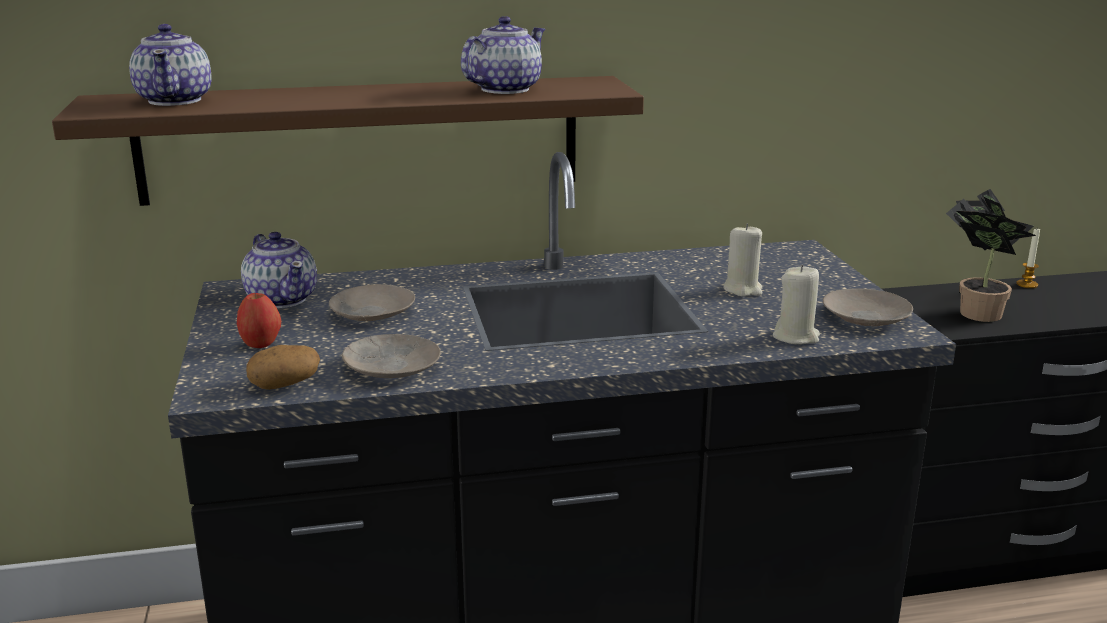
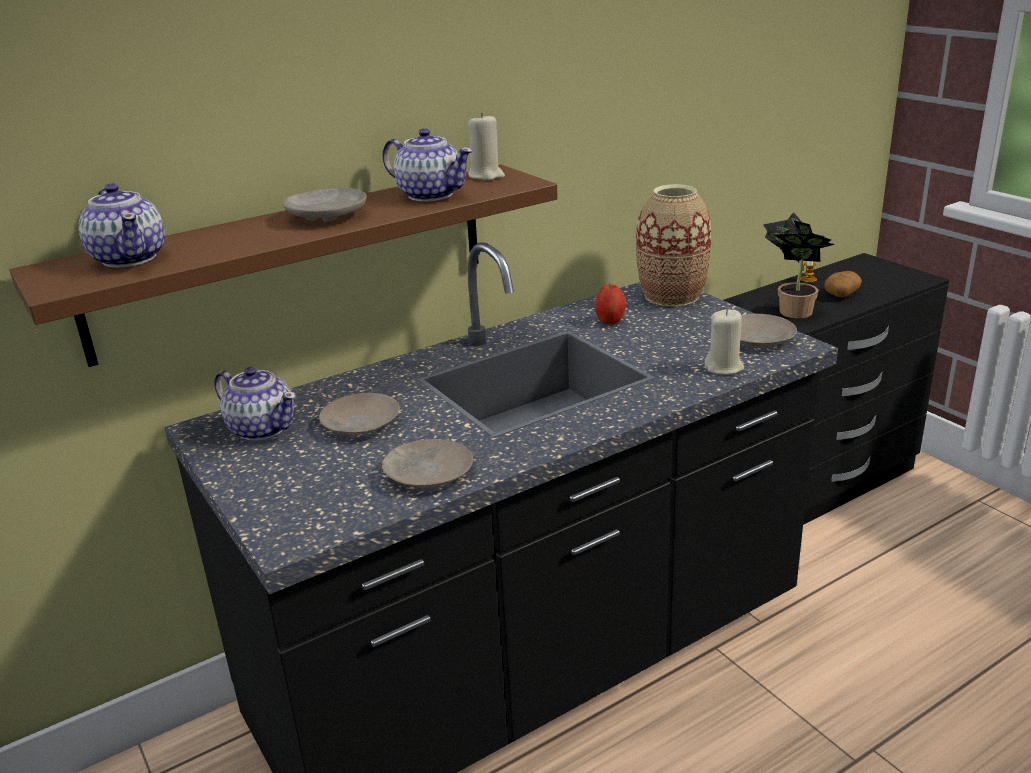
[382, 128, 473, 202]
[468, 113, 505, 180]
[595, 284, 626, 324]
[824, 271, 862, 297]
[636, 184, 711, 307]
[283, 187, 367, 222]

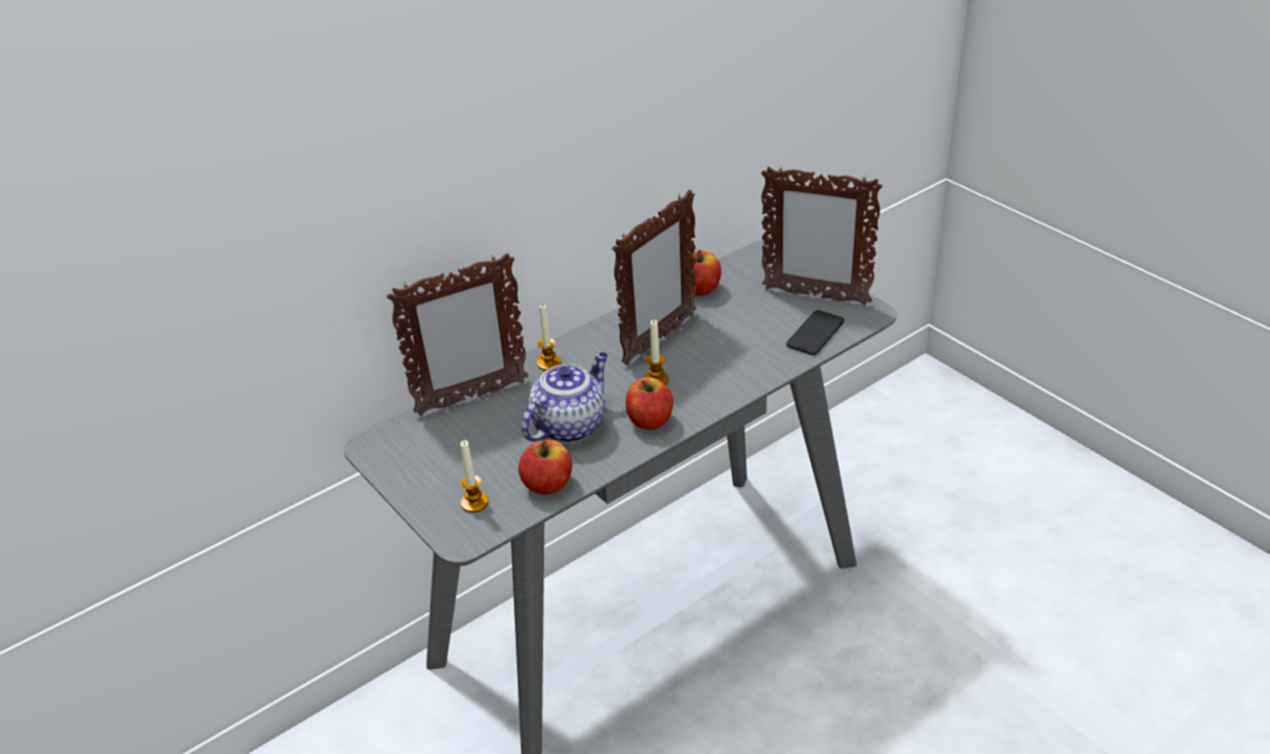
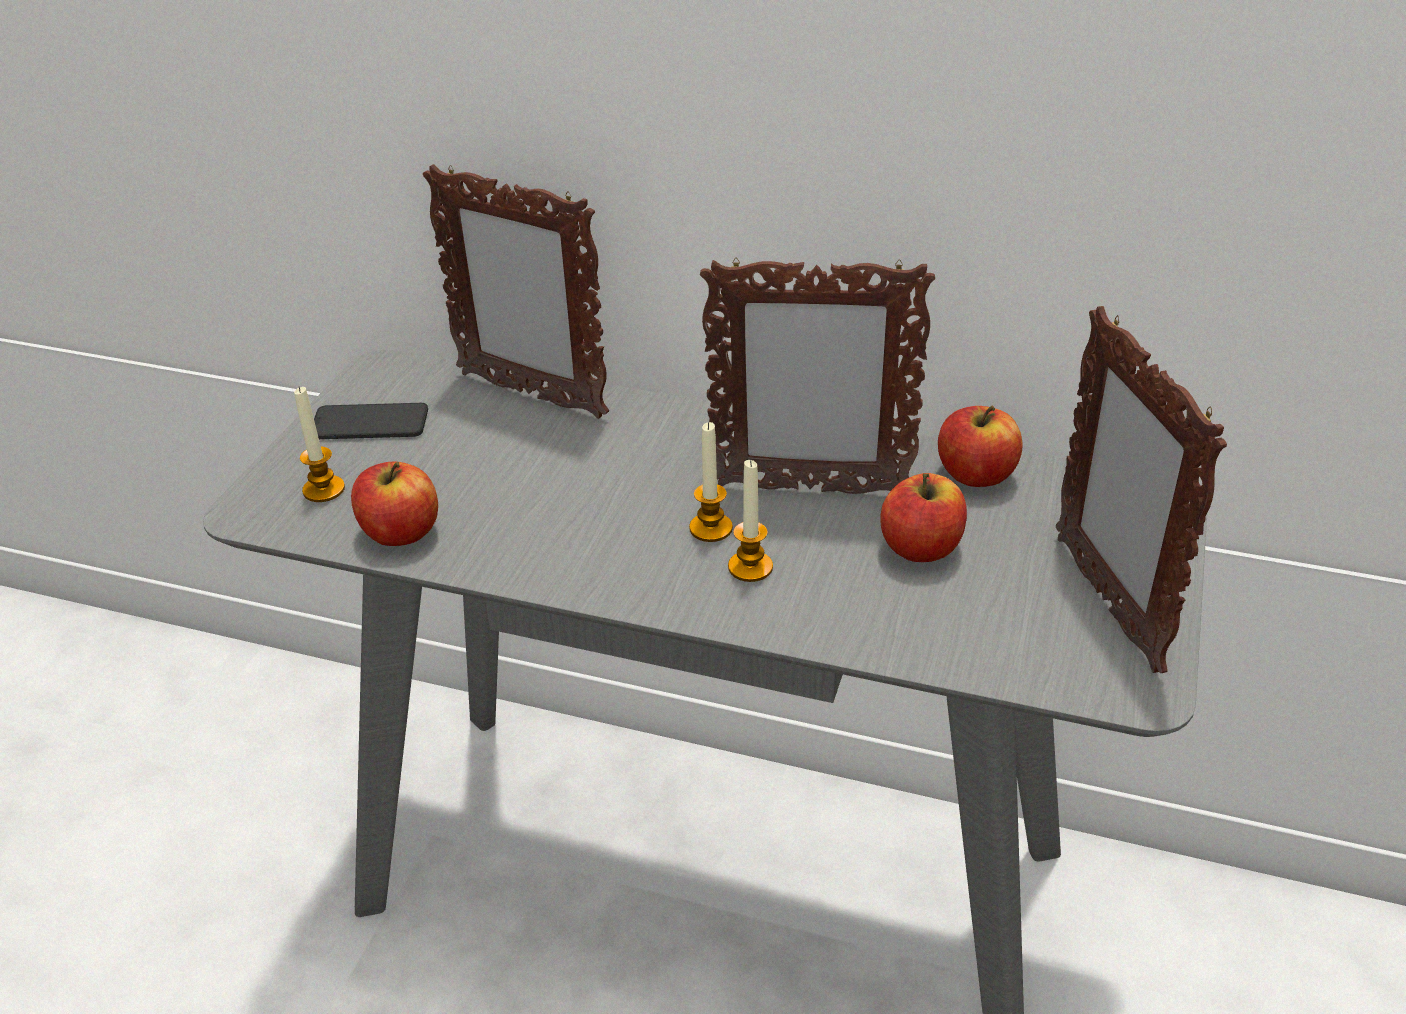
[728, 459, 773, 582]
[314, 403, 428, 439]
[521, 352, 608, 443] (first image)
[880, 473, 967, 562]

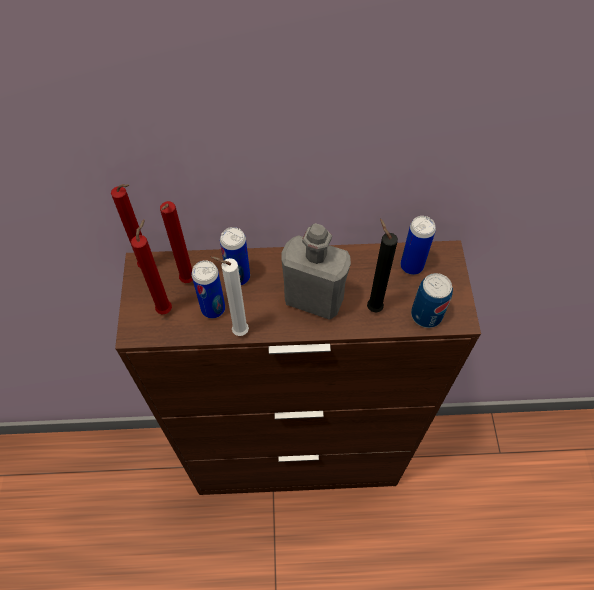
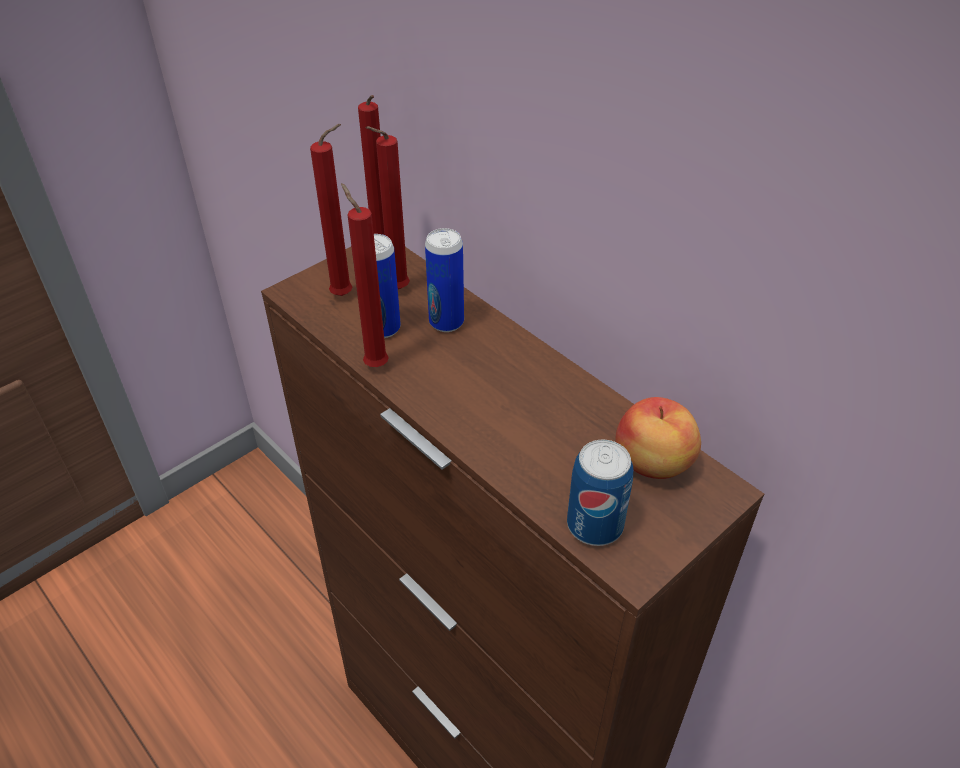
[616, 397, 701, 479]
[367, 219, 398, 313] (first image)
[282, 223, 351, 320] (first image)
[341, 183, 389, 367]

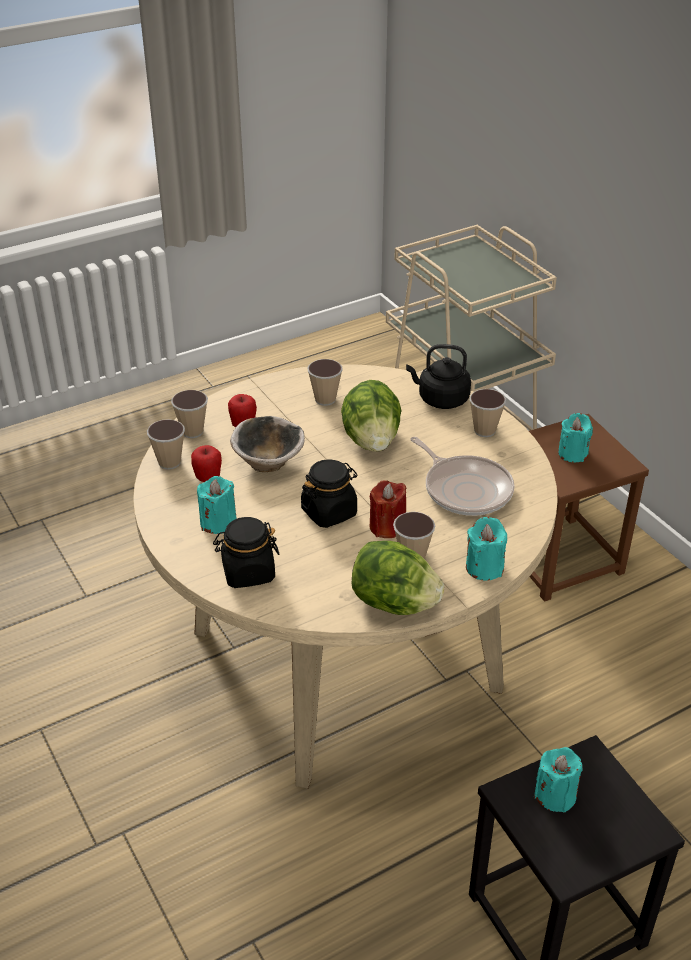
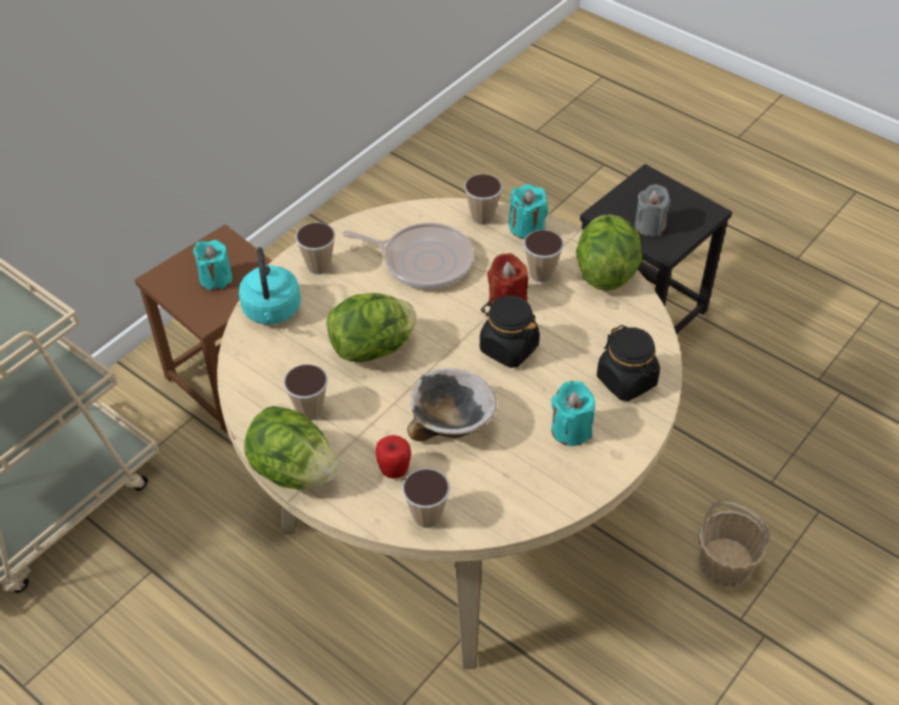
[239, 247, 301, 325]
[464, 174, 503, 225]
[343, 223, 474, 289]
[191, 445, 222, 482] (first image)
[634, 184, 671, 236]
[244, 406, 339, 489]
[698, 501, 770, 587]

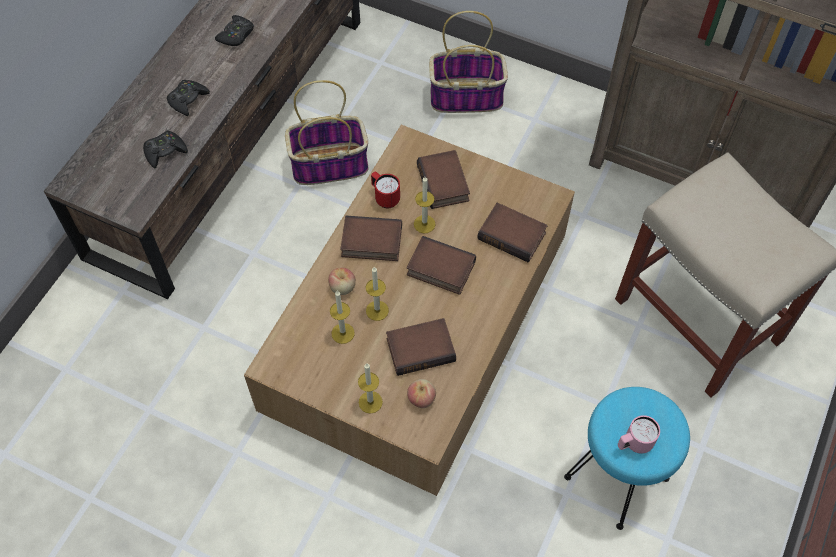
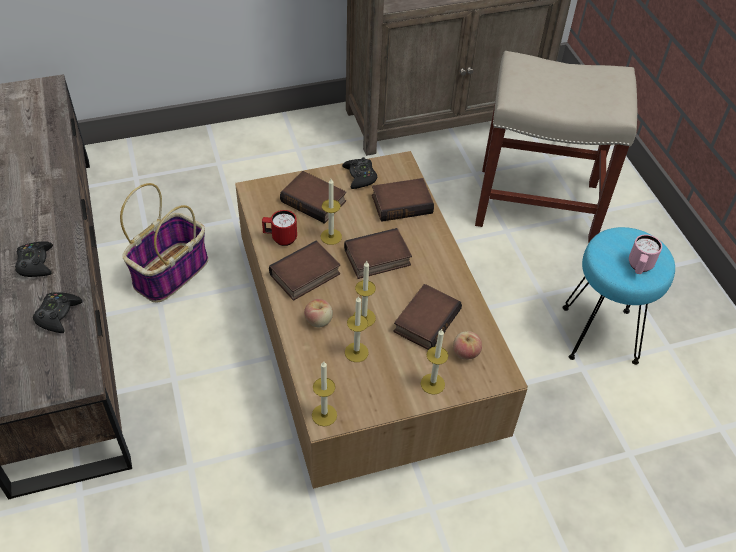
[429, 11, 508, 113] (first image)
[342, 157, 377, 189]
[312, 361, 337, 426]

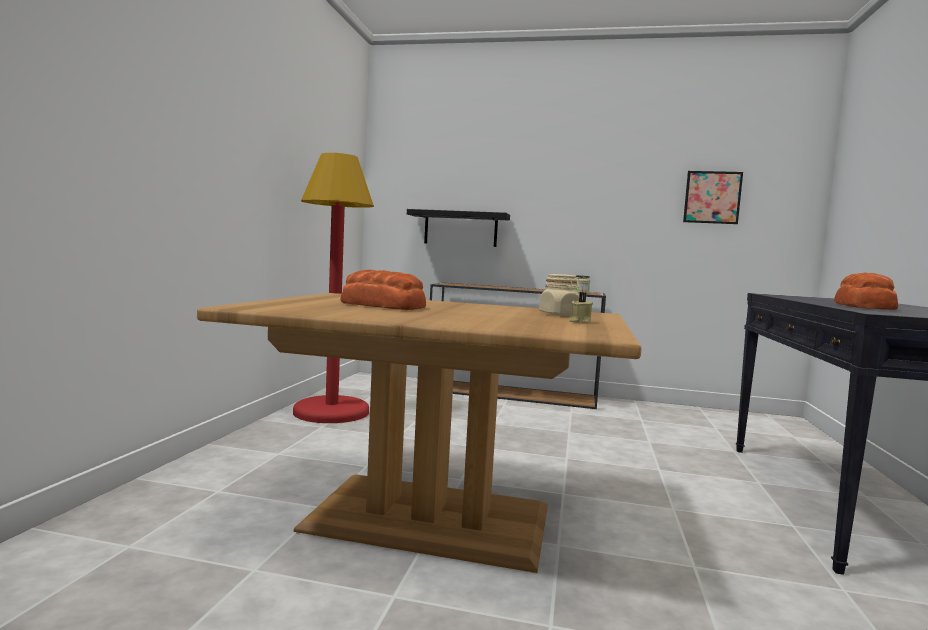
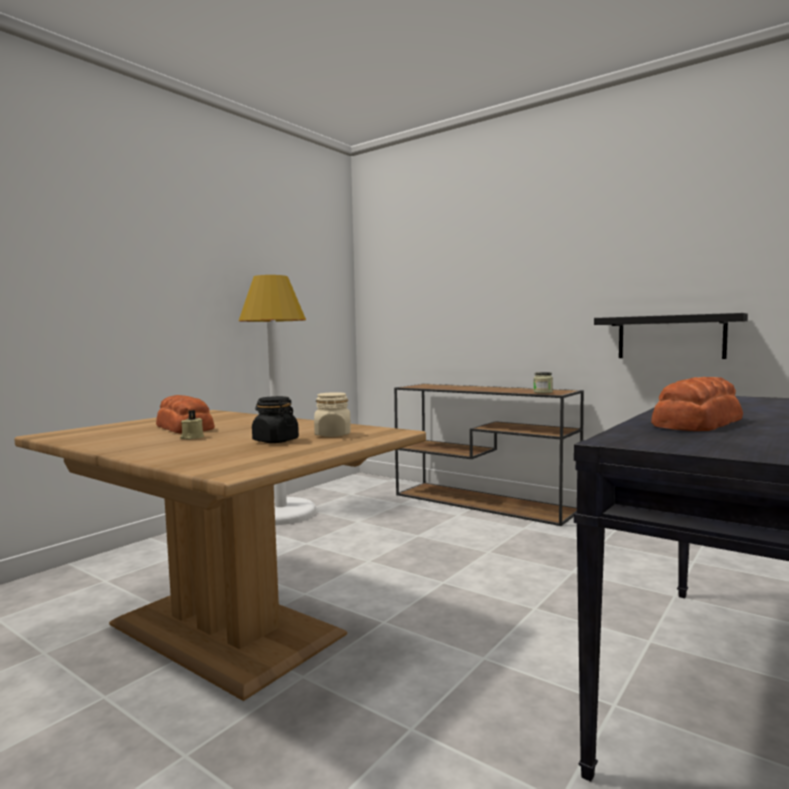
[239, 275, 316, 525]
[683, 171, 743, 224] (first image)
[594, 313, 748, 359]
[180, 410, 204, 439]
[252, 396, 299, 443]

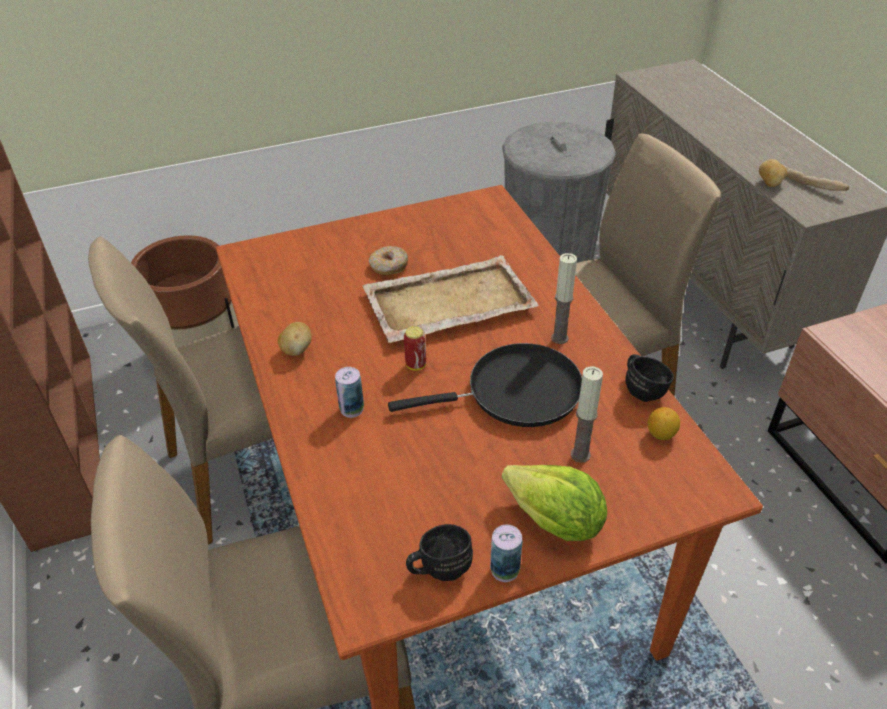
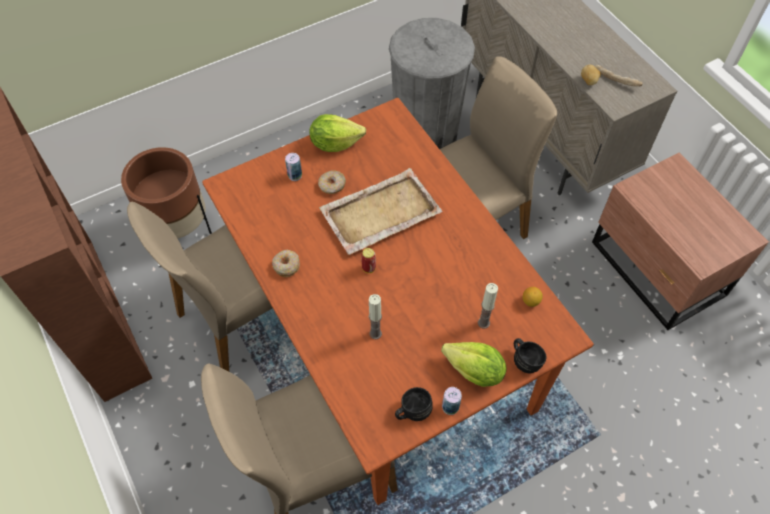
[369, 294, 382, 339]
[272, 250, 300, 277]
[388, 343, 582, 427] (first image)
[514, 338, 546, 373]
[285, 153, 302, 181]
[309, 114, 366, 152]

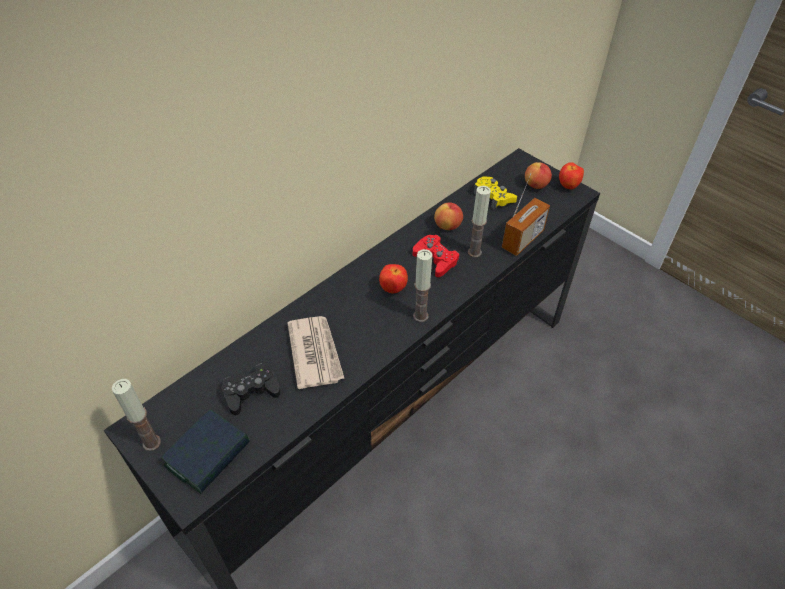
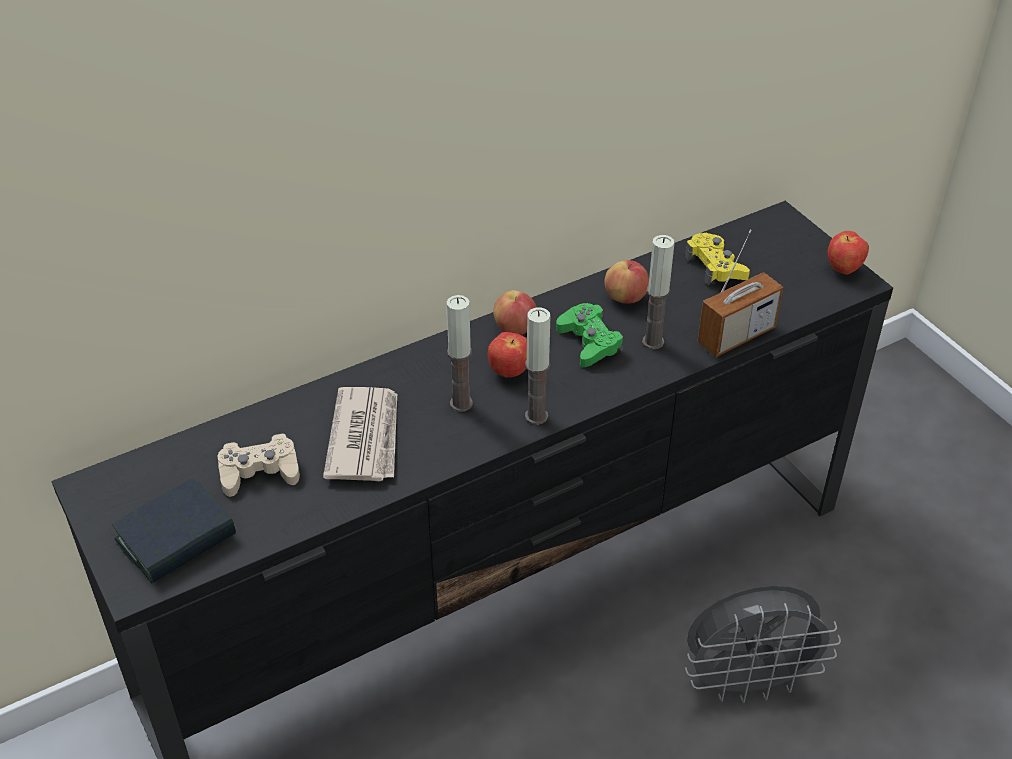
[493, 290, 537, 335]
[556, 303, 623, 367]
[217, 433, 300, 497]
[446, 295, 473, 412]
[685, 585, 841, 703]

